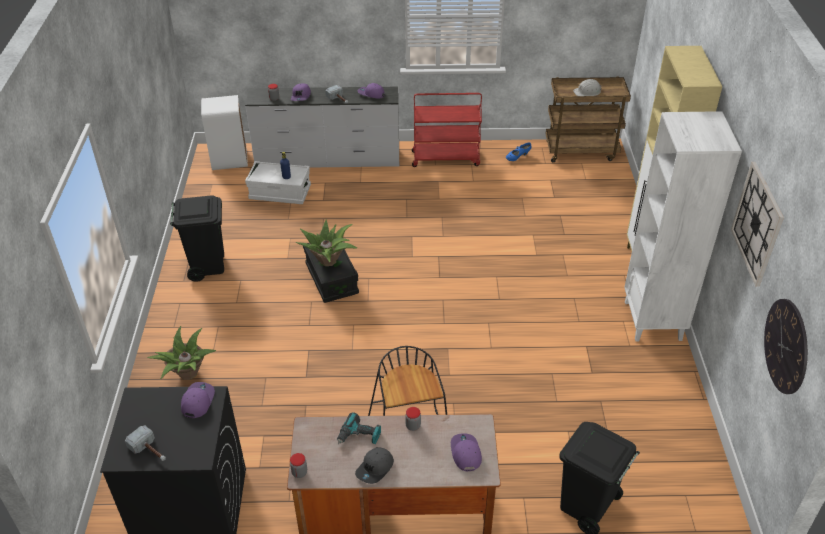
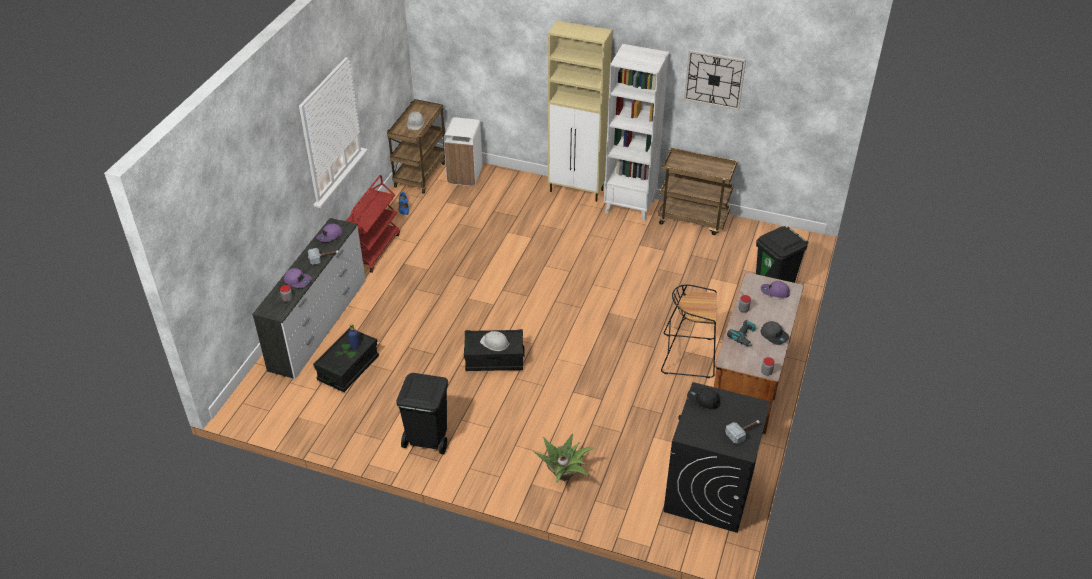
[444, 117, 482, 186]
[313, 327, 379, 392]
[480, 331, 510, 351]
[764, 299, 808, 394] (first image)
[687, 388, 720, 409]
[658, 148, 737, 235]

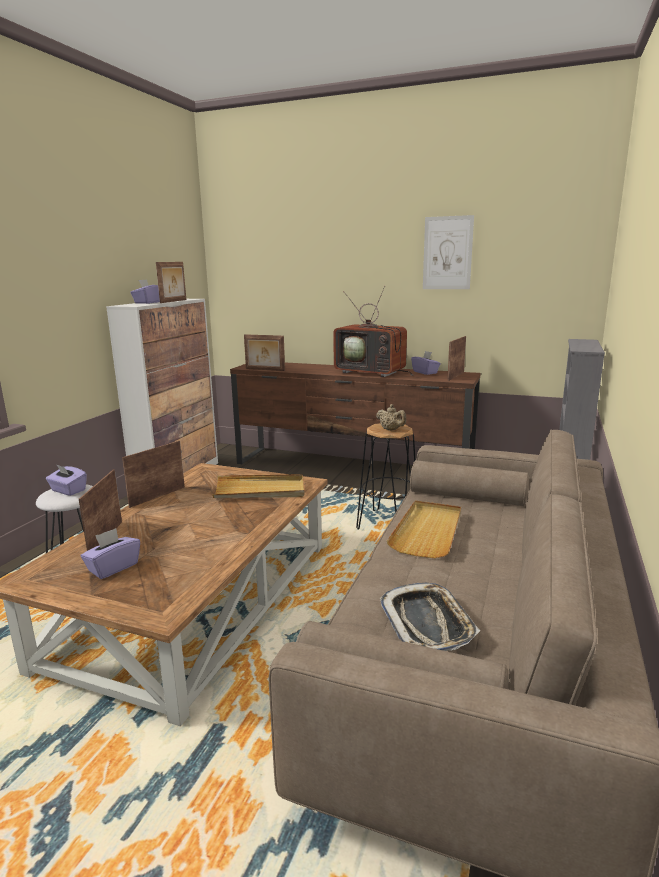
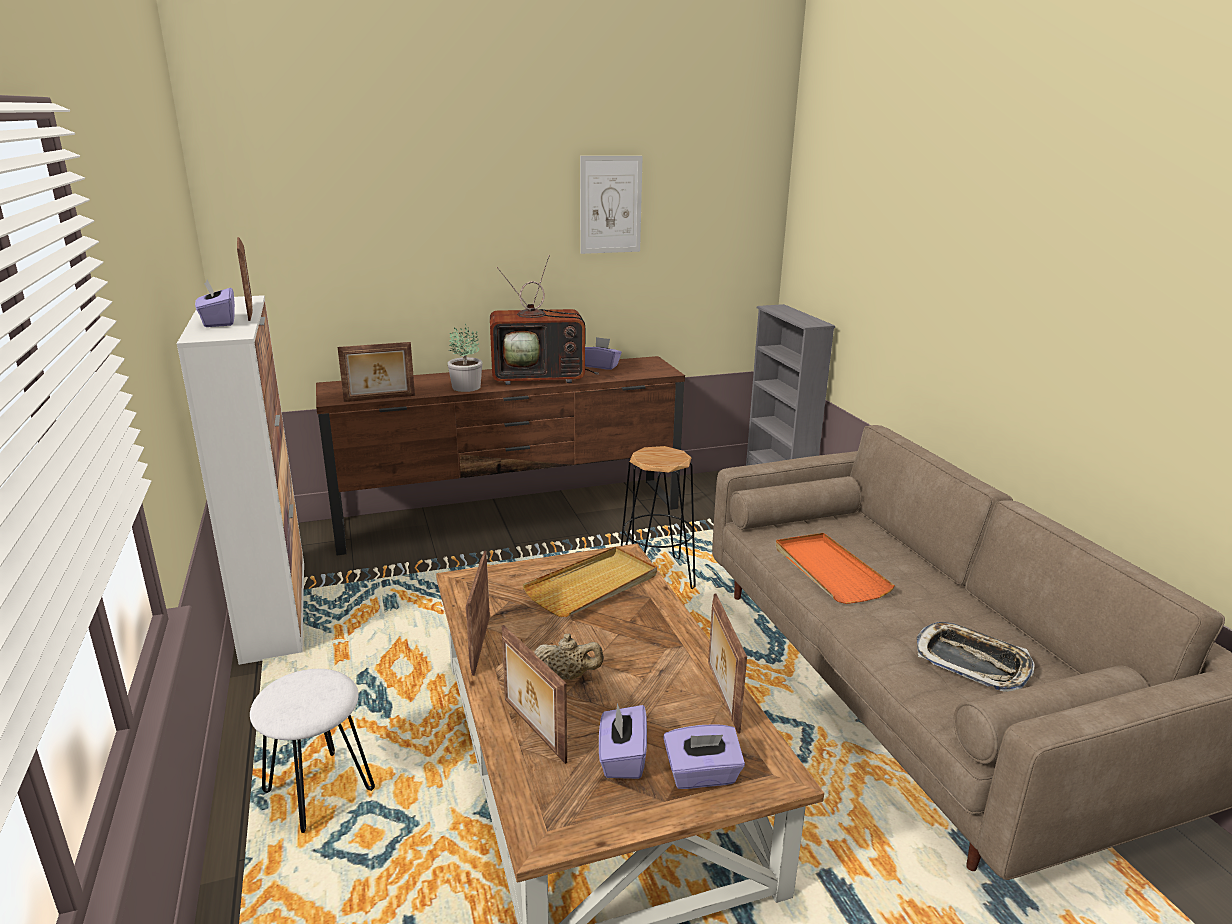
[708, 594, 747, 734]
[535, 634, 604, 680]
[663, 725, 745, 789]
[776, 533, 895, 604]
[447, 324, 483, 392]

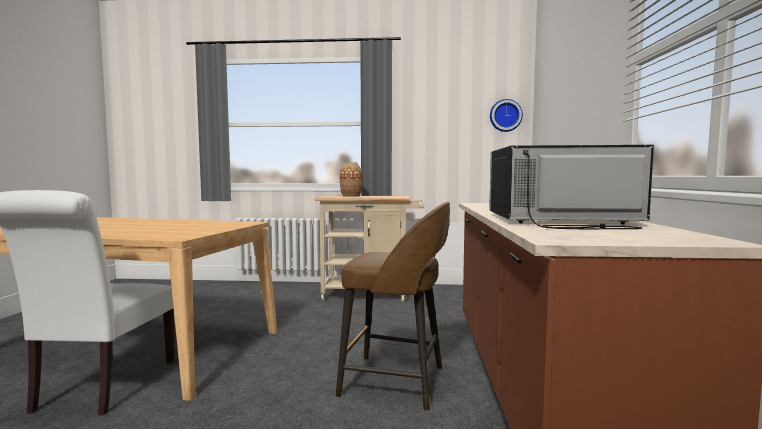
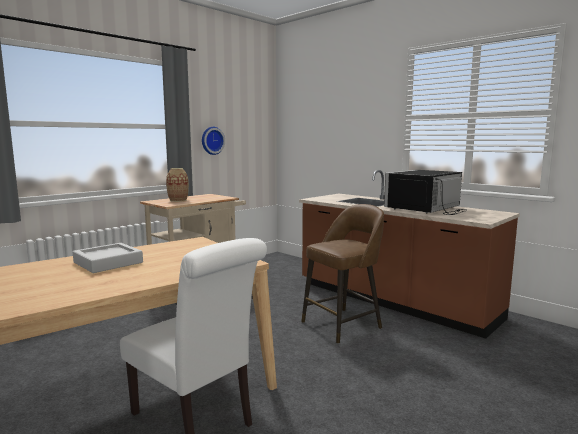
[202, 127, 225, 155]
[73, 243, 143, 273]

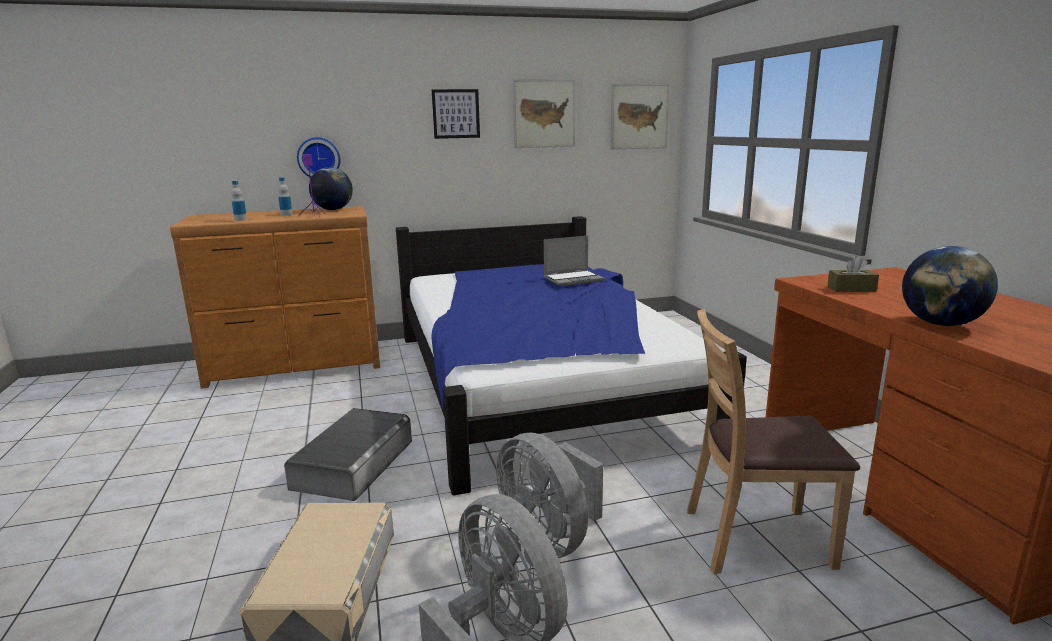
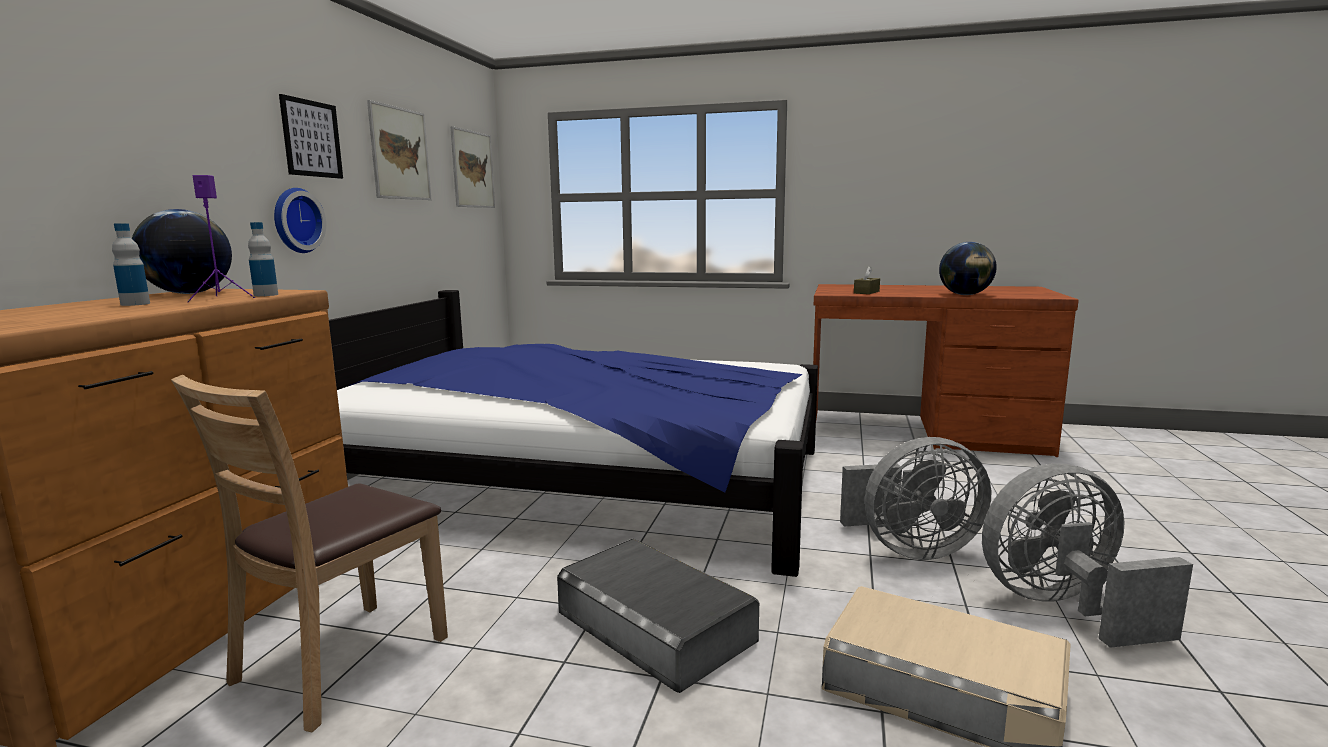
[274, 188, 326, 253]
[248, 222, 278, 296]
[544, 236, 605, 286] (first image)
[171, 375, 448, 732]

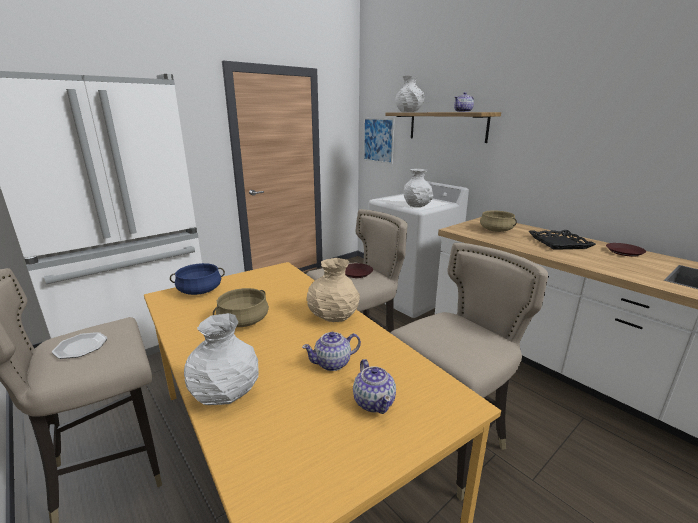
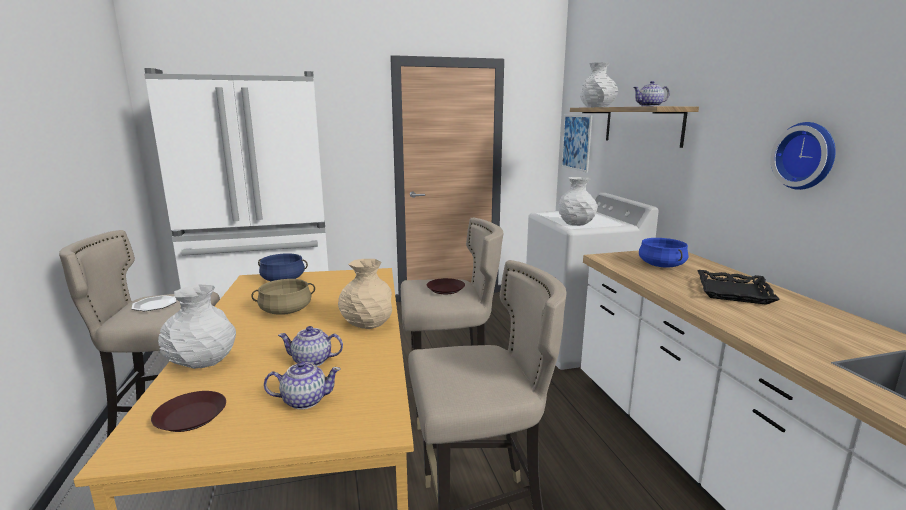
[639, 238, 689, 268]
[151, 391, 226, 432]
[264, 361, 341, 409]
[770, 122, 836, 190]

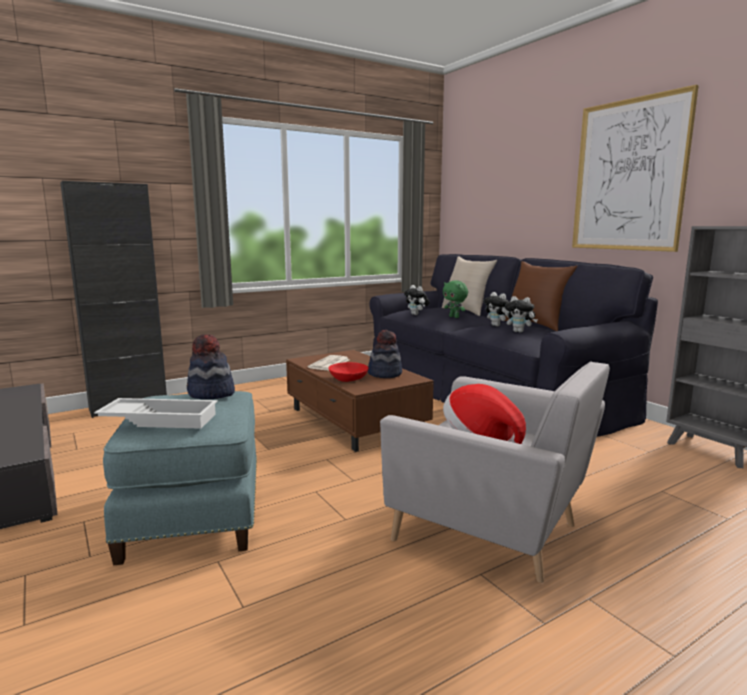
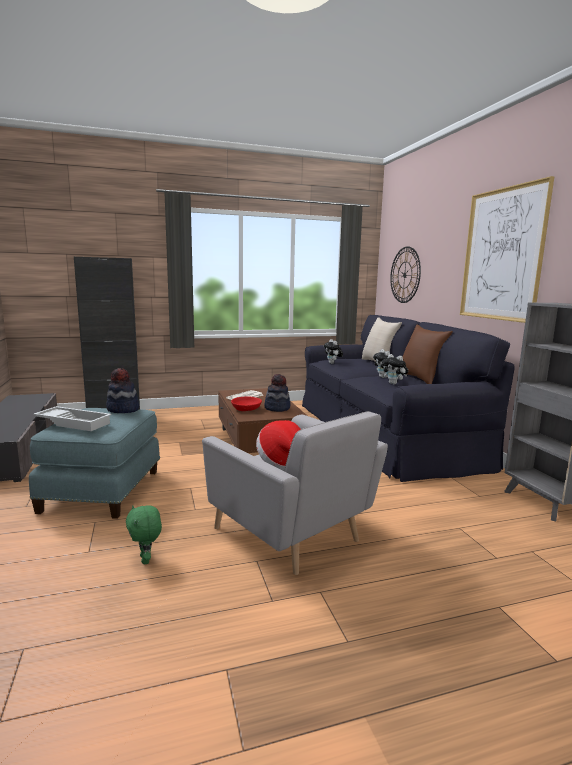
[126, 505, 162, 564]
[390, 246, 421, 303]

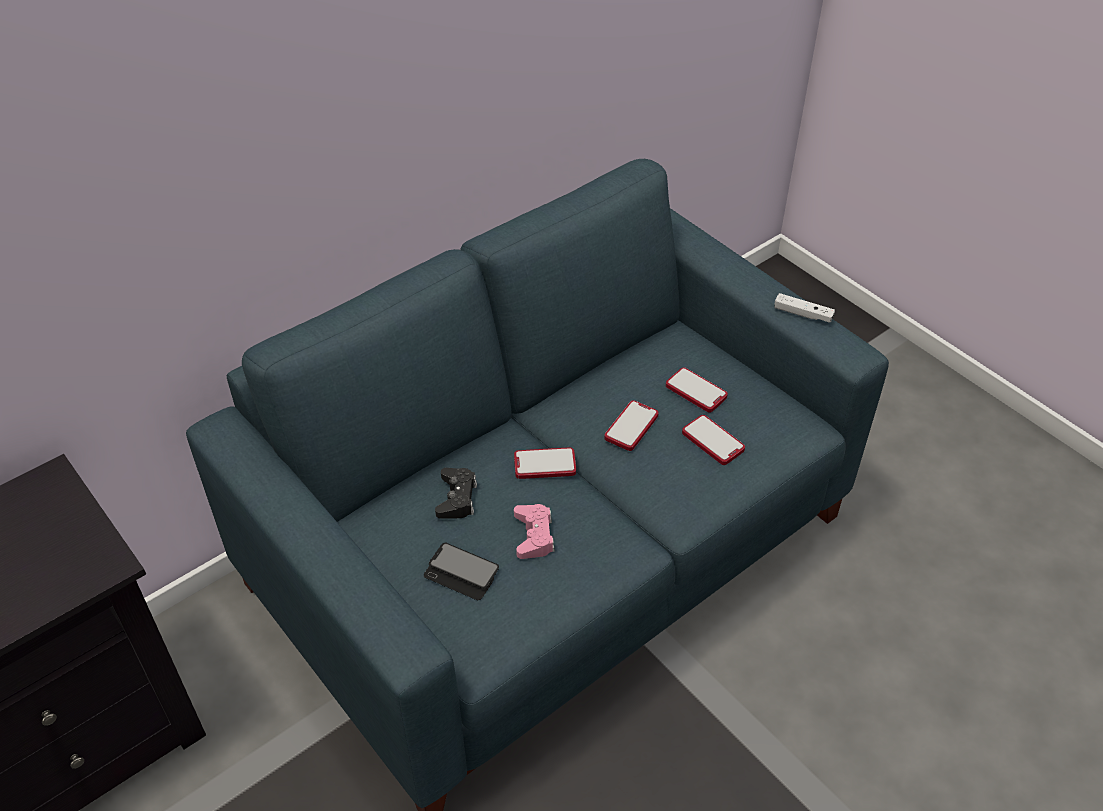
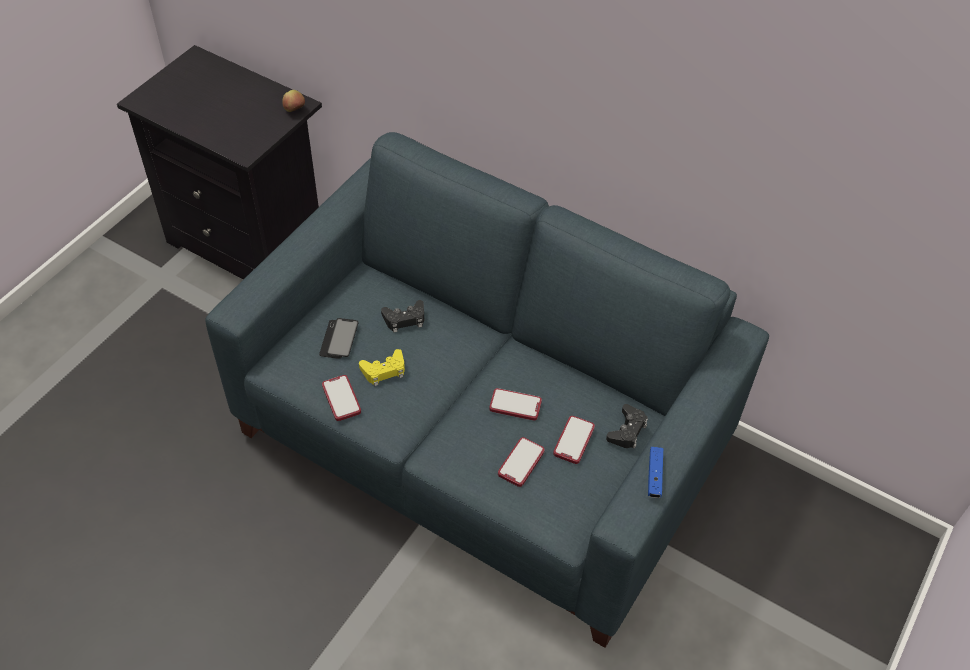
[648, 447, 663, 498]
[322, 375, 361, 421]
[359, 349, 405, 386]
[282, 90, 305, 112]
[606, 404, 648, 449]

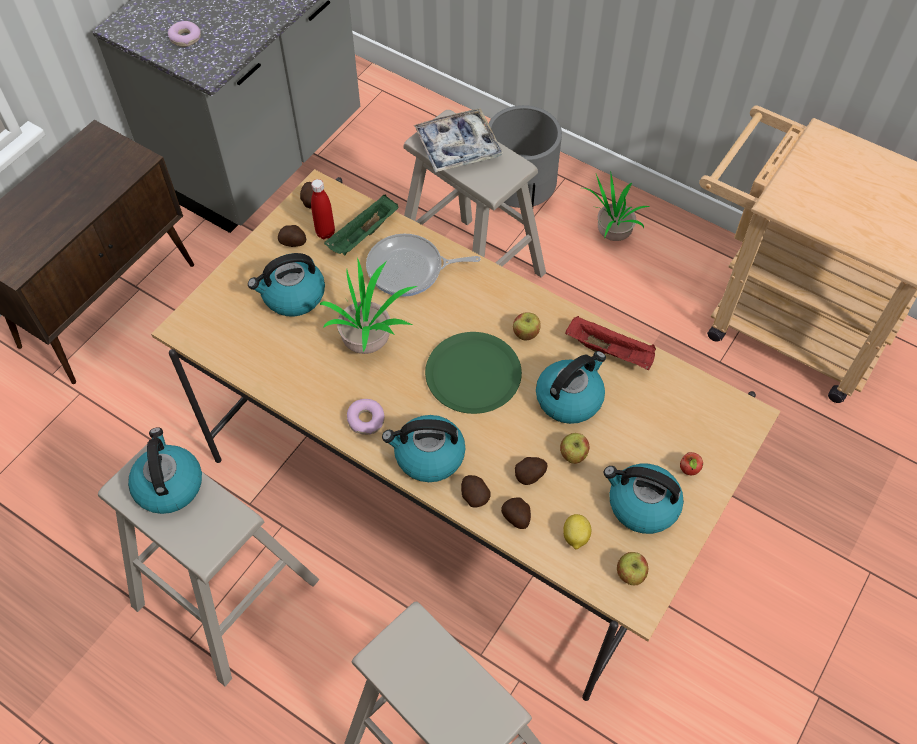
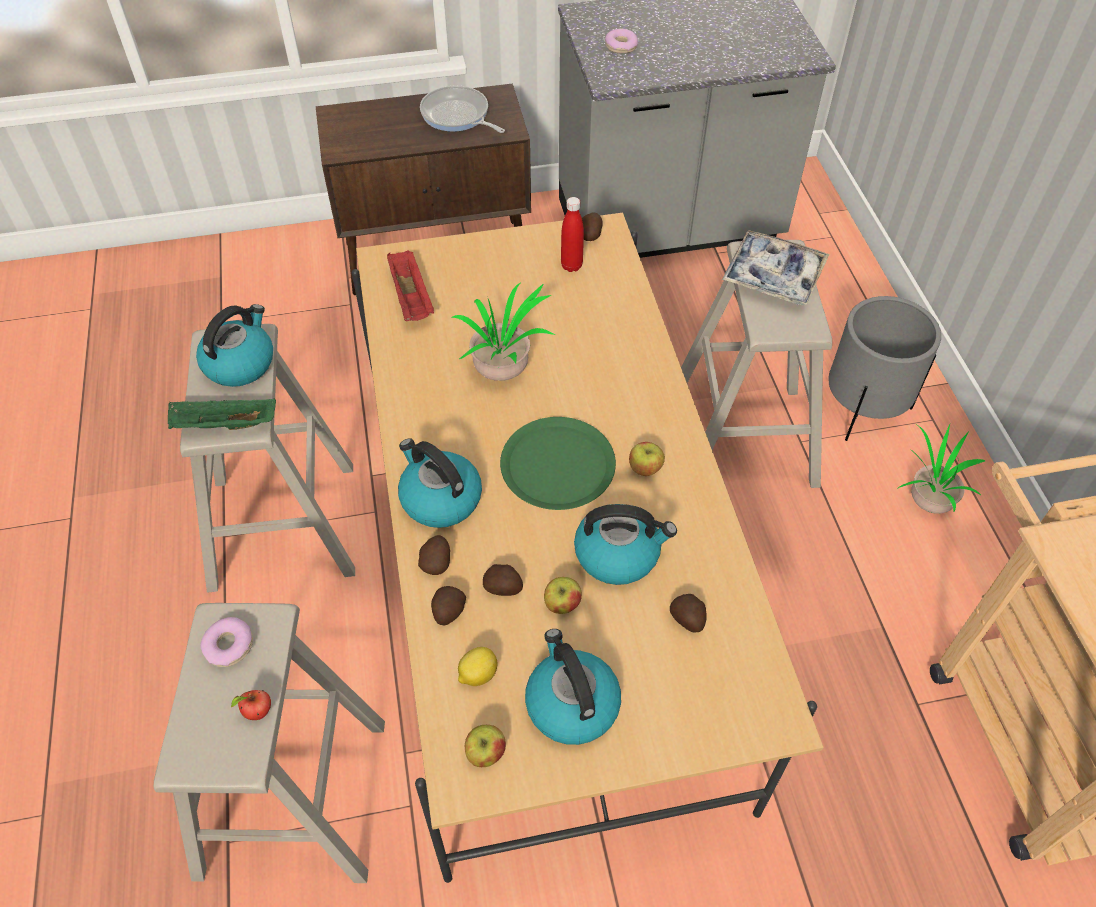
[168, 399, 276, 430]
[670, 594, 707, 633]
[420, 86, 505, 133]
[248, 253, 325, 317] (first image)
[387, 250, 434, 321]
[200, 617, 253, 667]
[231, 690, 271, 720]

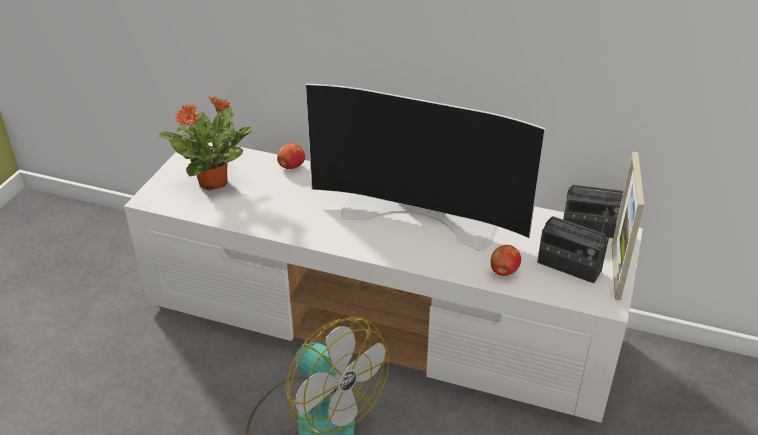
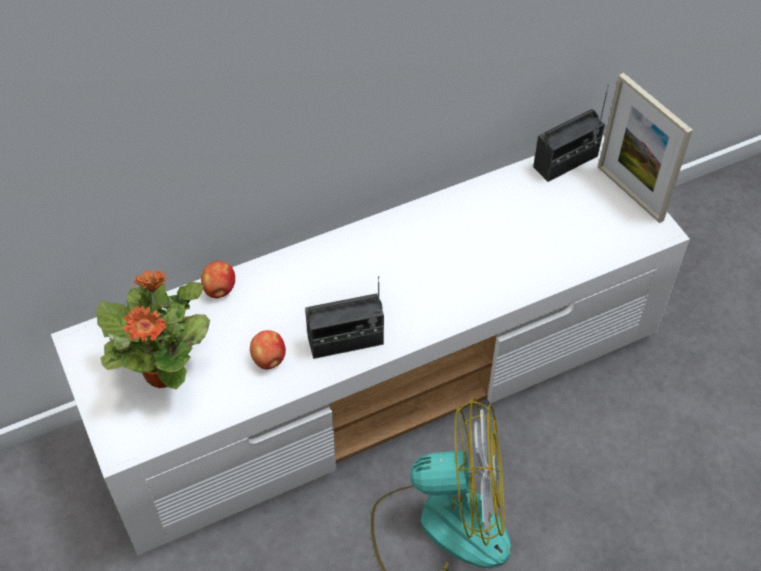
[305, 84, 546, 251] (first image)
[305, 276, 384, 359]
[250, 330, 286, 370]

